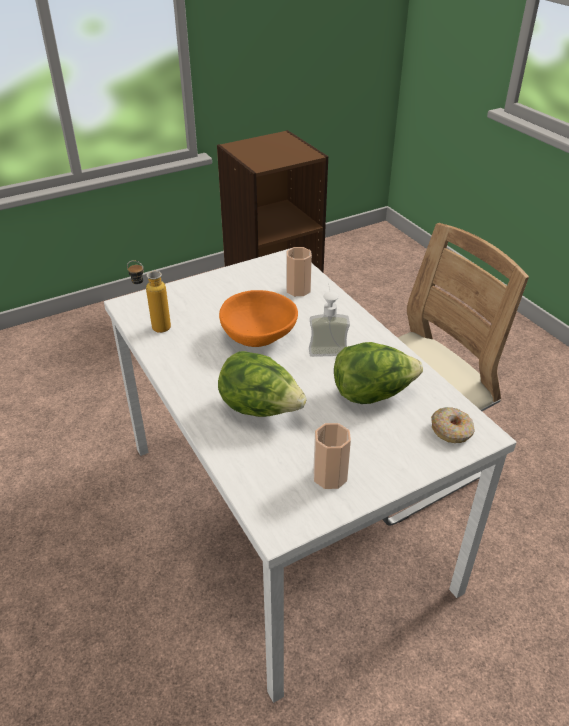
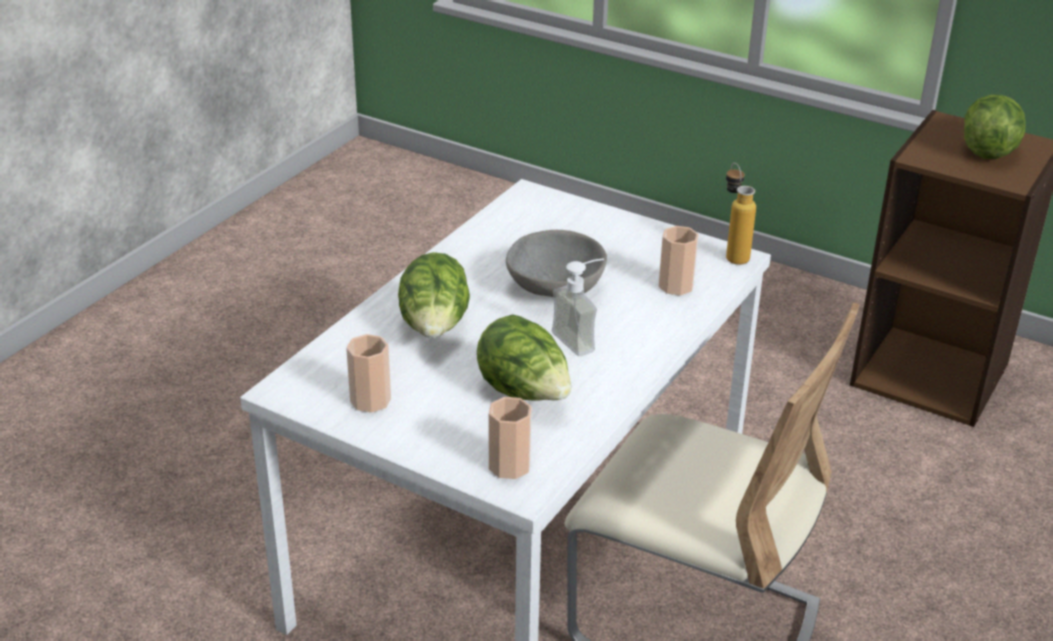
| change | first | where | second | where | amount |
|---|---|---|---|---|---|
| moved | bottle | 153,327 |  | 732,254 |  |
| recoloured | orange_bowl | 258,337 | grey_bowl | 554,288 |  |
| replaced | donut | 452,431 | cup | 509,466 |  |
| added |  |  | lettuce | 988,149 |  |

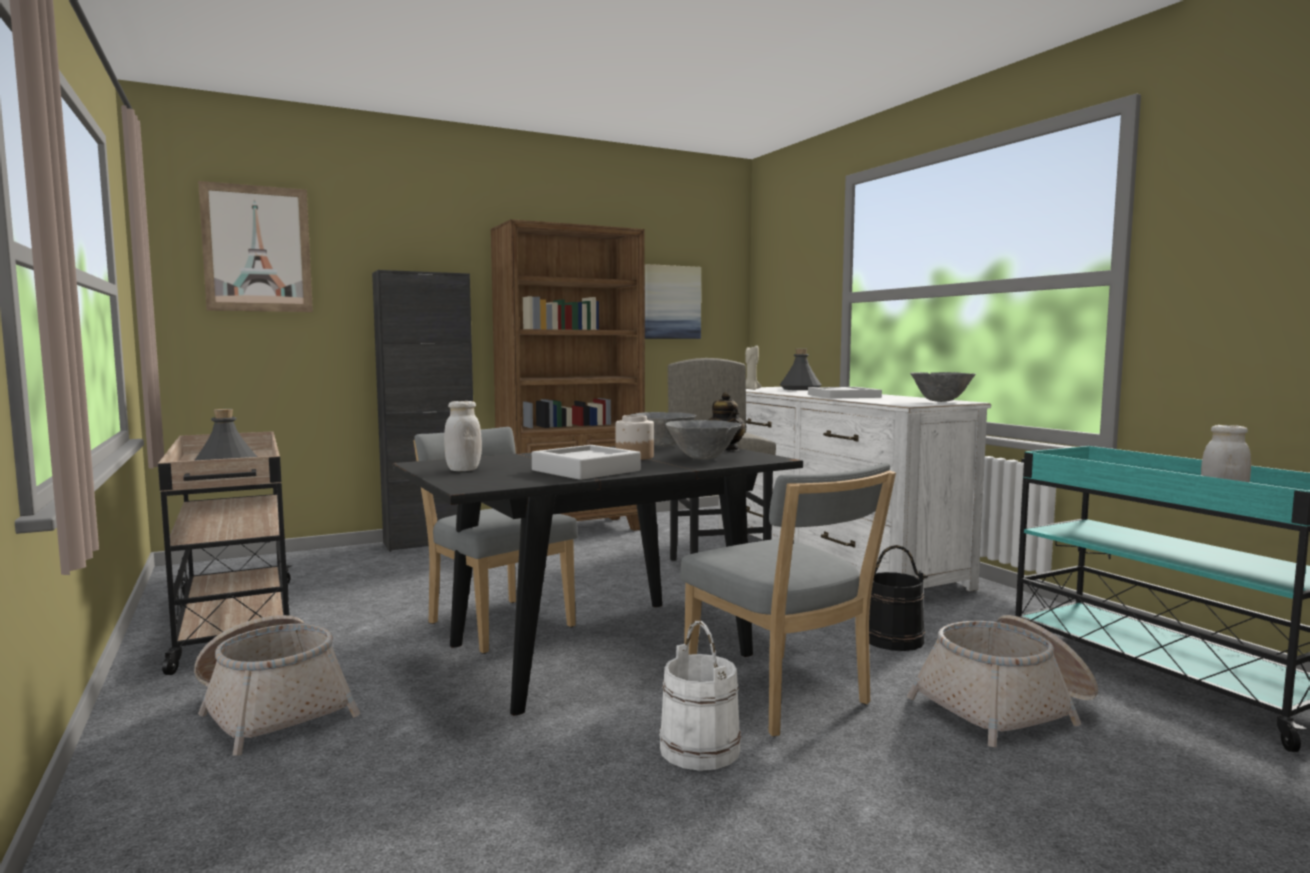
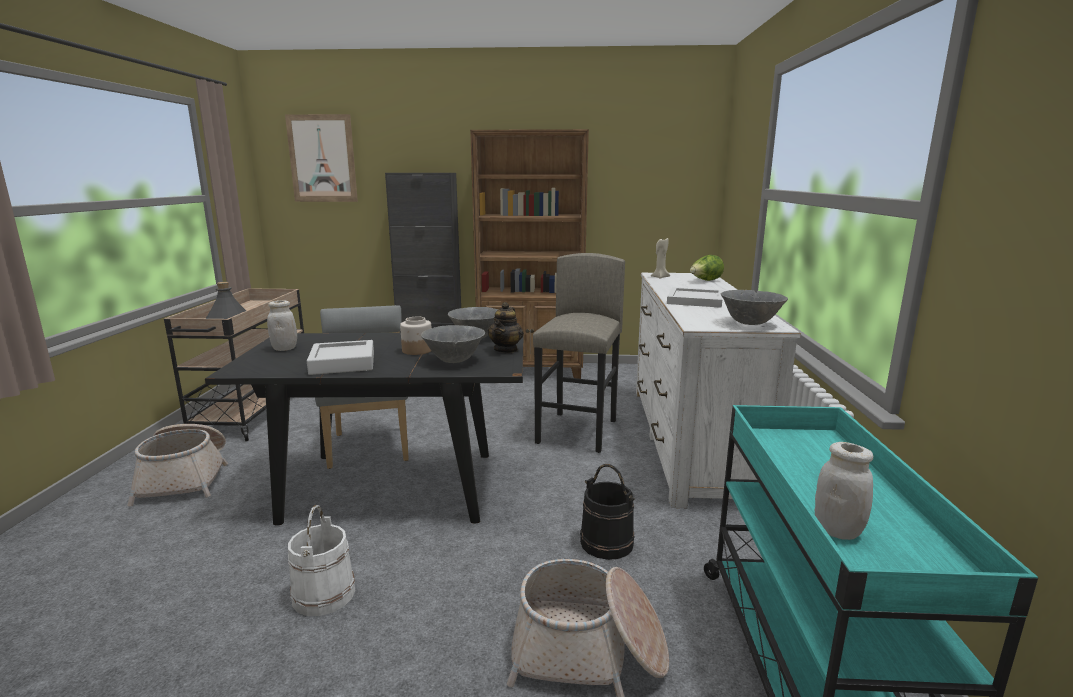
| change | first | where | second | where | amount |
|---|---|---|---|---|---|
| removed | picture | 672,302 |  |  |  |
| removed | grey_chair | 781,697 |  |  |  |
| replaced | grey_bottle | 800,389 | lettuce | 705,281 |  |

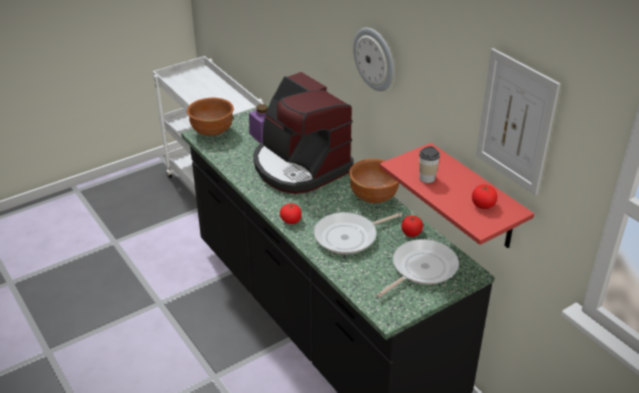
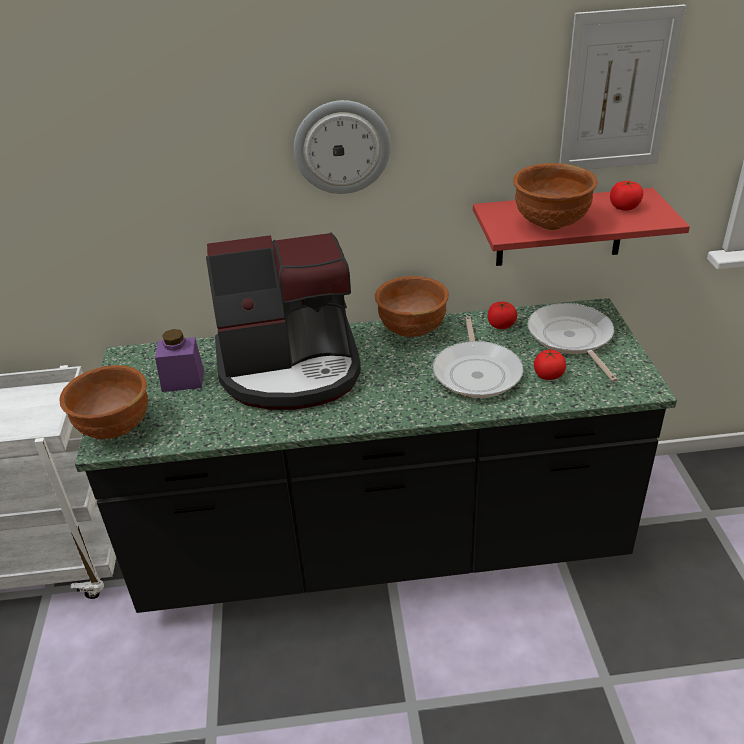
| change | first | where | second | where | amount |
|---|---|---|---|---|---|
| moved | tomato | 291,220 |  | 548,375 |  |
| replaced | cup | 427,178 | brown_bowl | 549,224 |  |

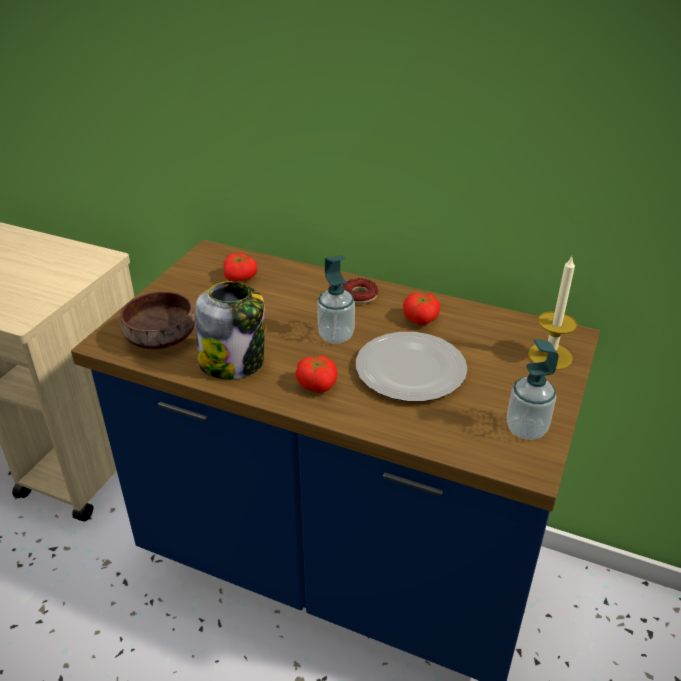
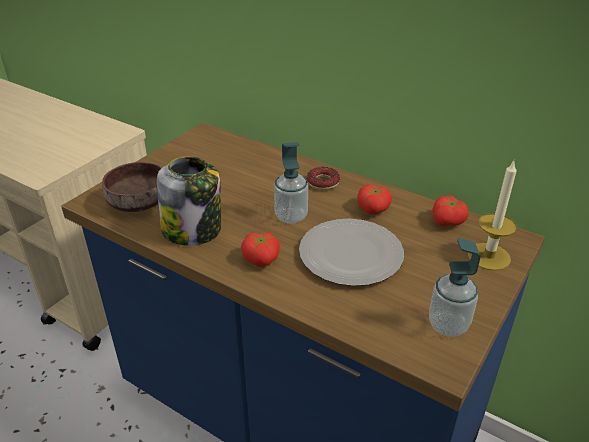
| change | first | where | second | where | amount |
|---|---|---|---|---|---|
| moved | tomato | 241,277 |  | 448,221 |  |

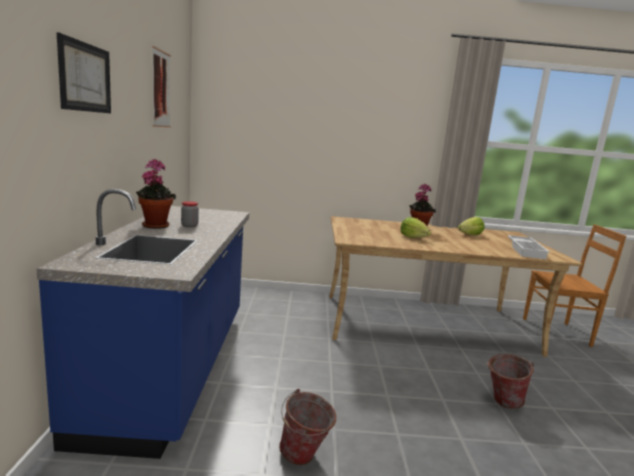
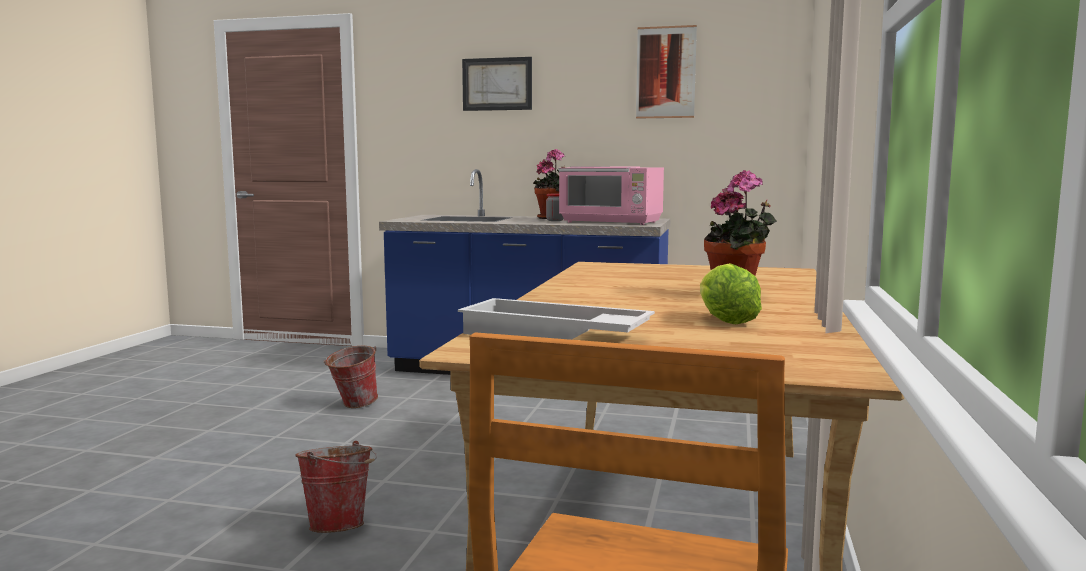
| change | first | where | second | where | amount |
|---|---|---|---|---|---|
| removed | lettuce | 413,237 |  |  |  |
| added |  |  | pink_microwave | 612,222 |  |

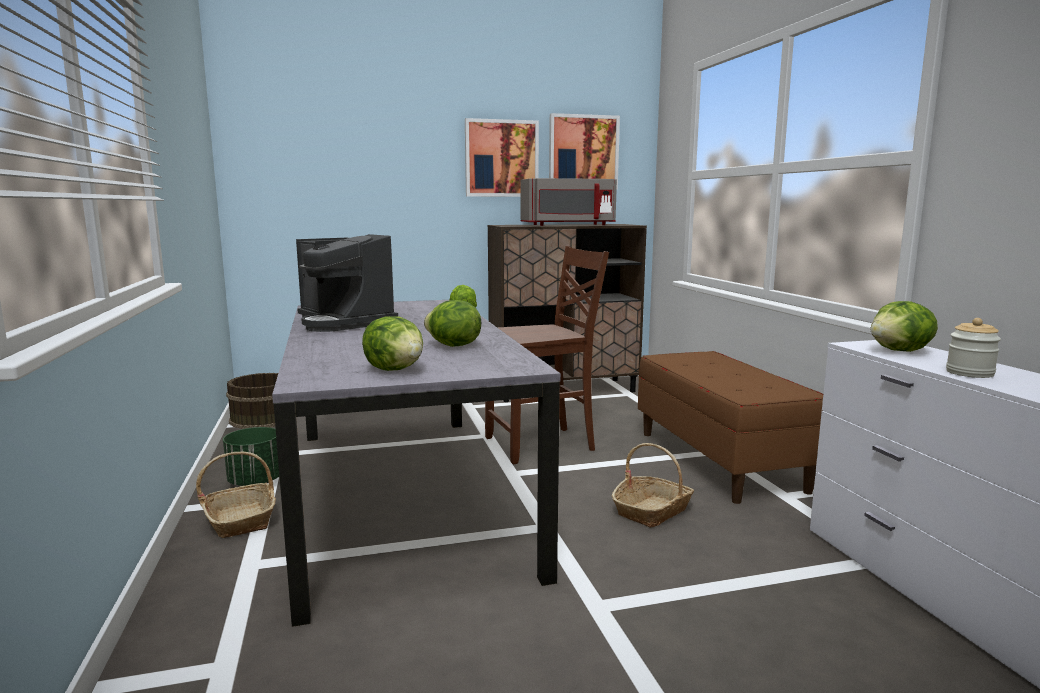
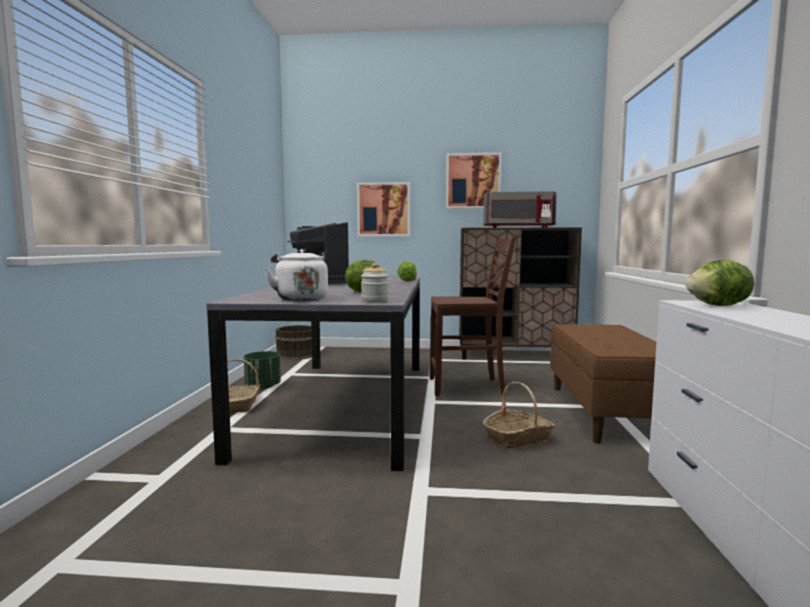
| change | first | where | second | where | amount |
|---|---|---|---|---|---|
| replaced | lettuce | 396,369 | white_kettle | 300,299 |  |
| moved | picture | 583,152 |  | 383,209 |  |
| moved | jar | 969,373 |  | 374,300 |  |

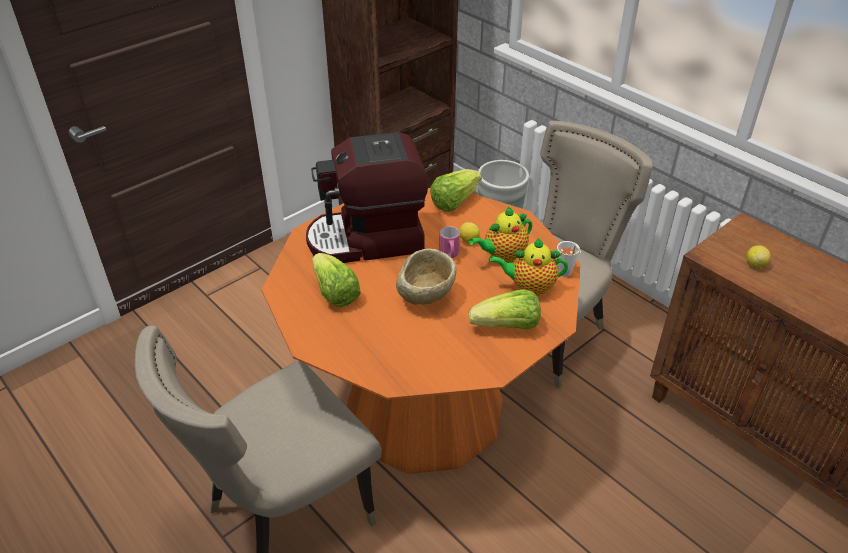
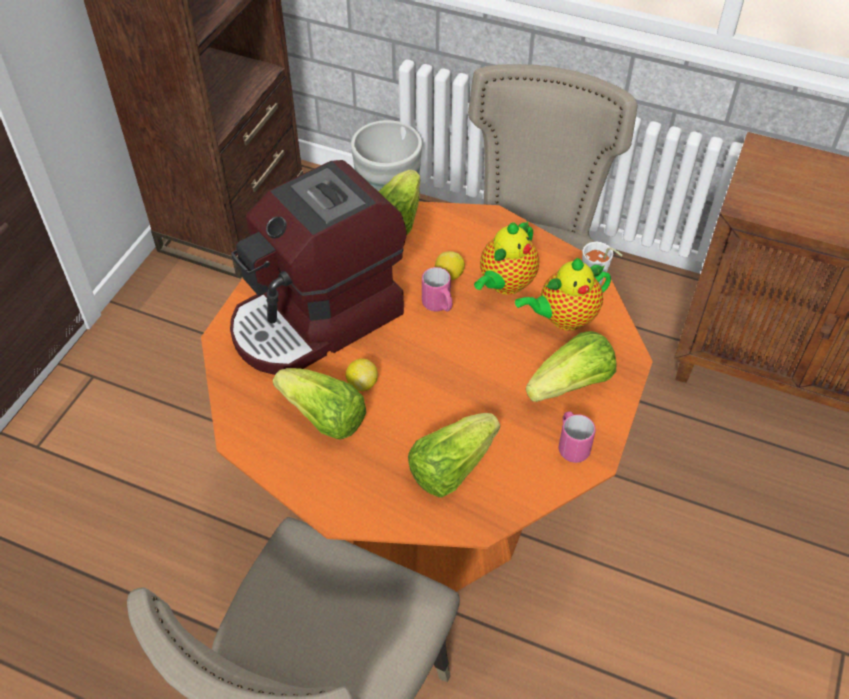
| change | first | where | second | where | amount |
|---|---|---|---|---|---|
| removed | beige_bowl | 426,297 |  |  |  |
| moved | lemon | 755,264 |  | 362,384 |  |
| added |  |  | lettuce | 451,467 |  |
| added |  |  | pink_mug | 571,445 |  |

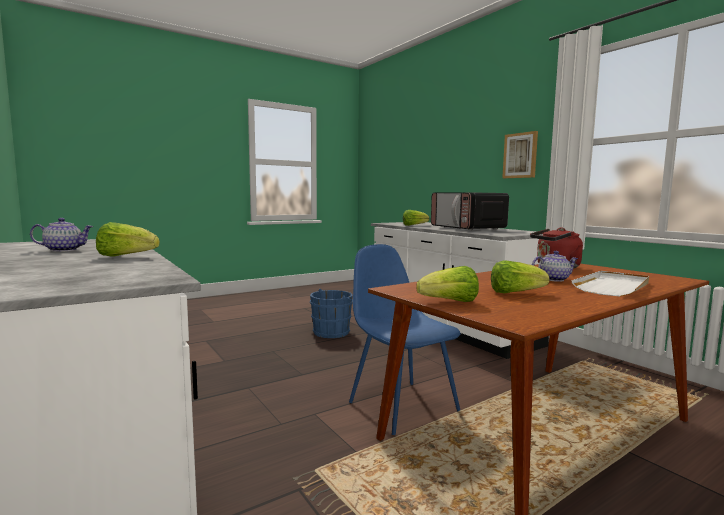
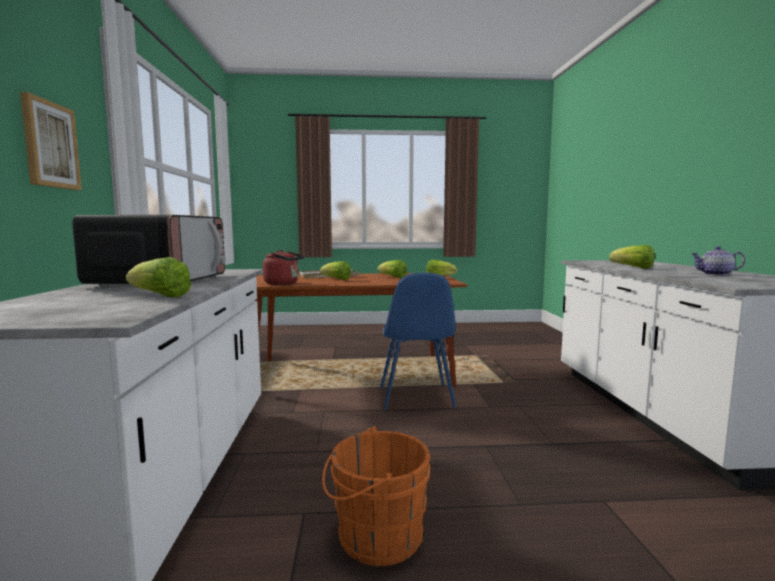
| change | first | where | second | where | amount |
|---|---|---|---|---|---|
| recoloured | blue_bucket | 333,332 | orange_bucket | 375,537 |  |
| replaced | teapot | 553,279 | lettuce | 336,279 |  |

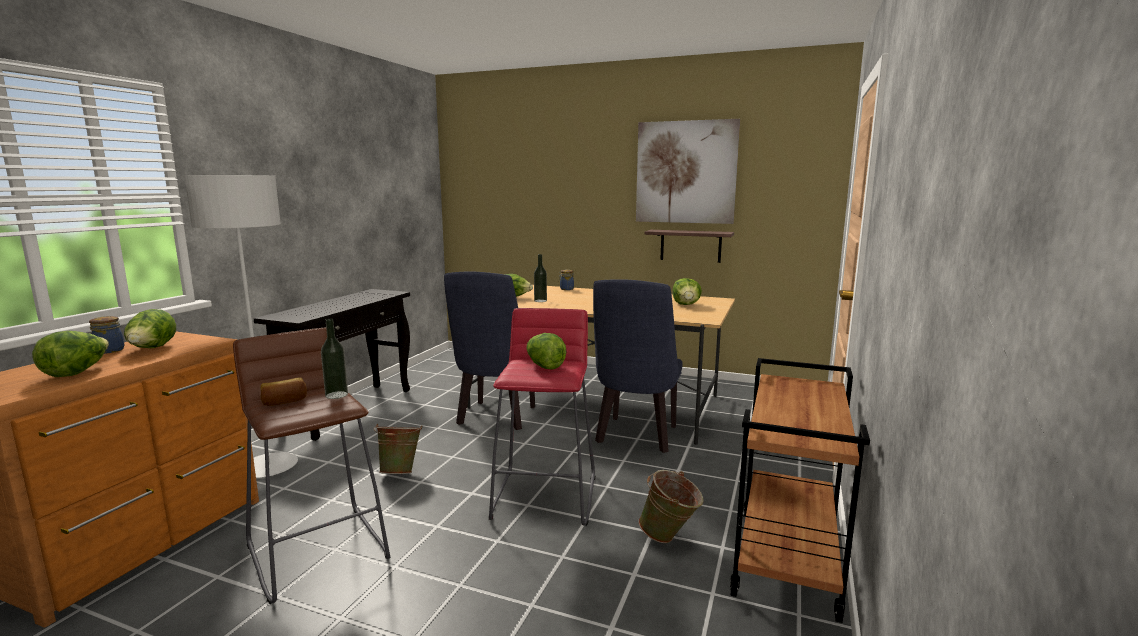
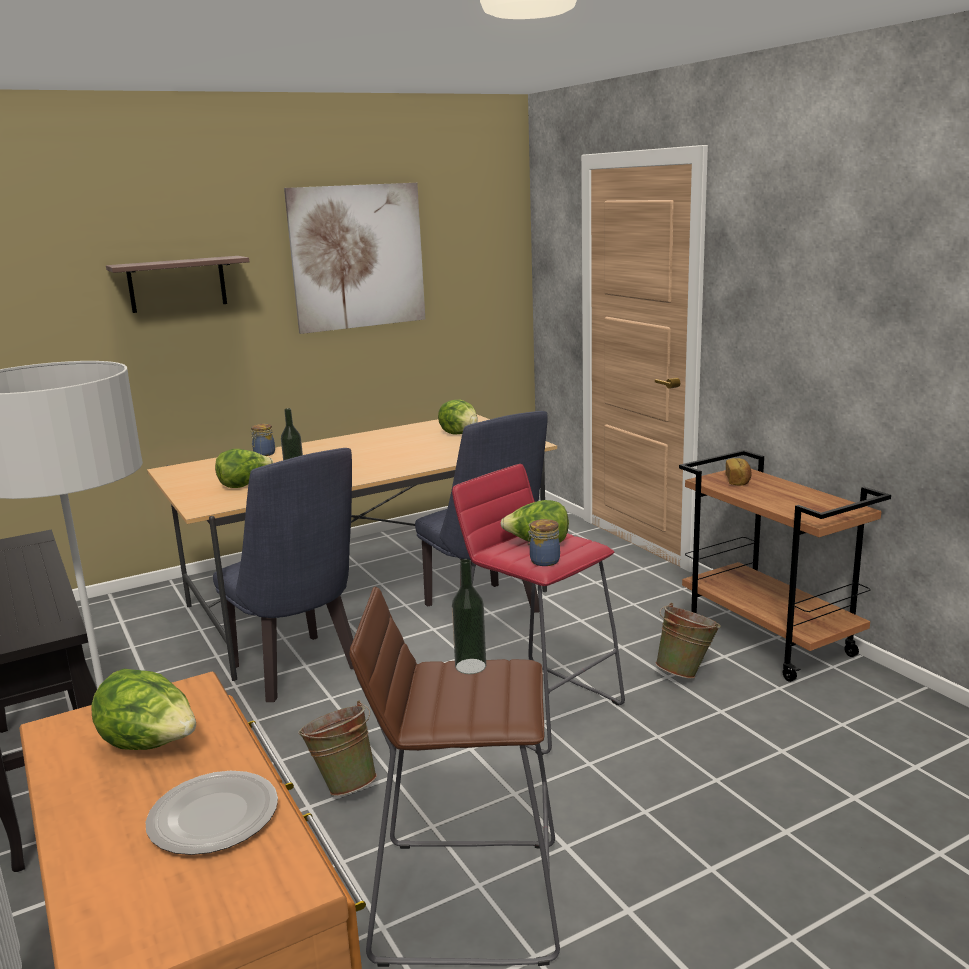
| change | first | where | second | where | amount |
|---|---|---|---|---|---|
| replaced | lettuce | 77,372 | plate | 213,818 |  |
| moved | jar | 110,350 |  | 543,561 |  |
| moved | bread | 284,402 |  | 738,481 |  |
| moved | shelf | 690,246 |  | 177,284 |  |

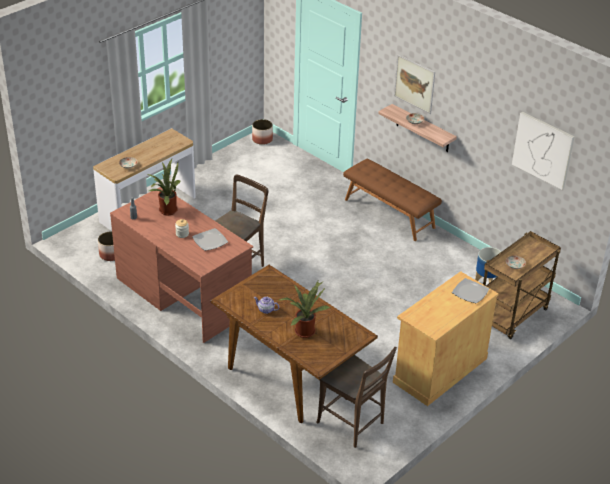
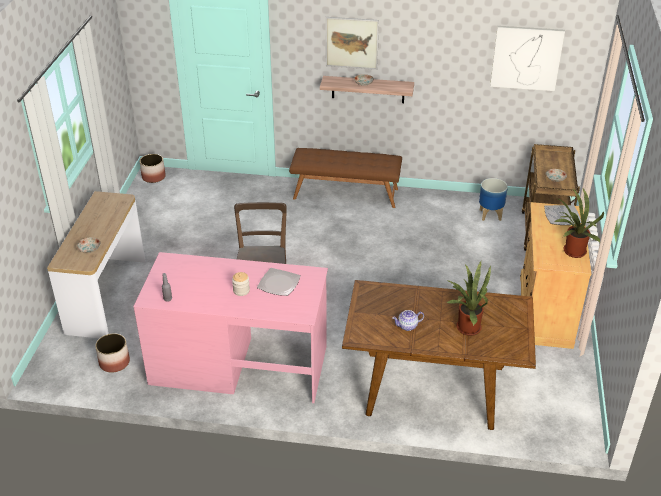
| change | first | where | second | where | amount |
|---|---|---|---|---|---|
| recoloured | brown_desk | 183,294 | pink_desk | 239,364 |  |
| moved | potted_plant | 166,210 |  | 572,252 |  |
| removed | brown_chair | 353,424 |  |  |  |

